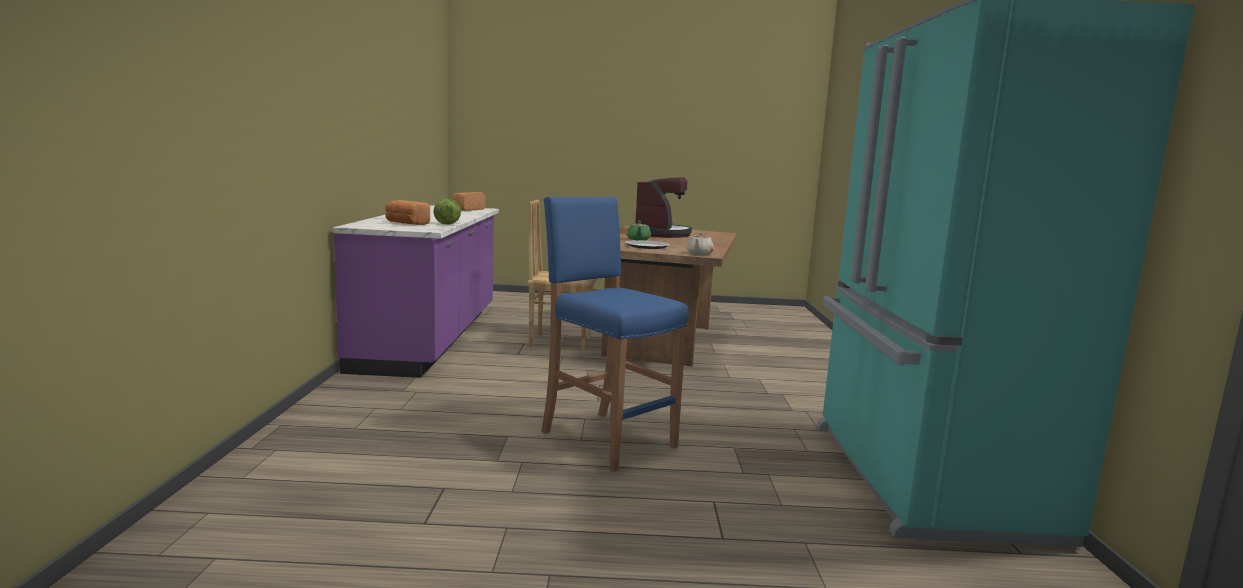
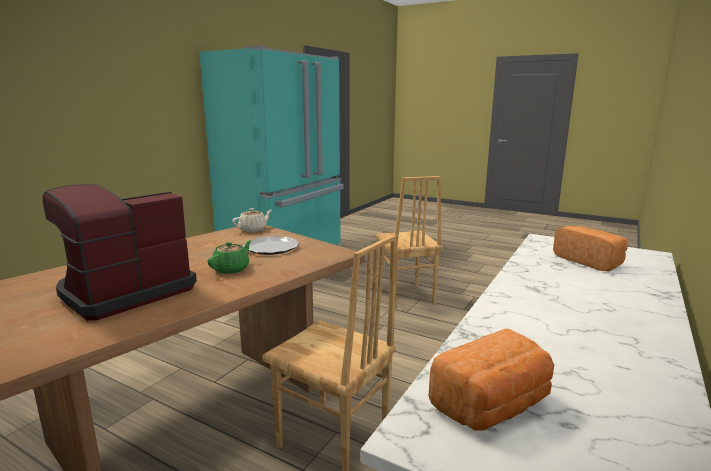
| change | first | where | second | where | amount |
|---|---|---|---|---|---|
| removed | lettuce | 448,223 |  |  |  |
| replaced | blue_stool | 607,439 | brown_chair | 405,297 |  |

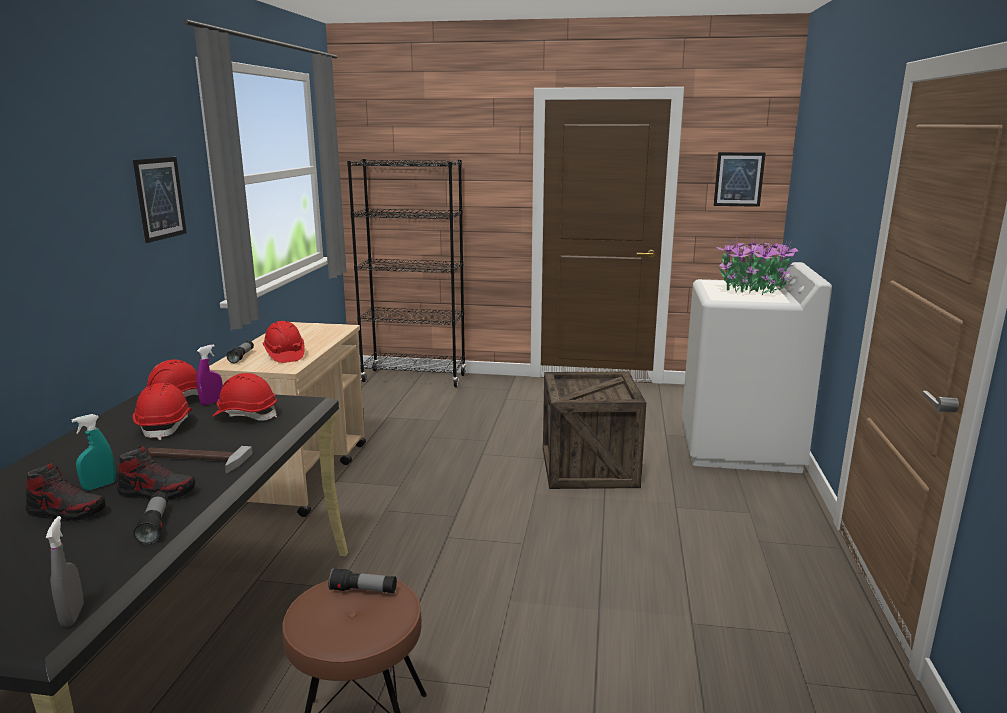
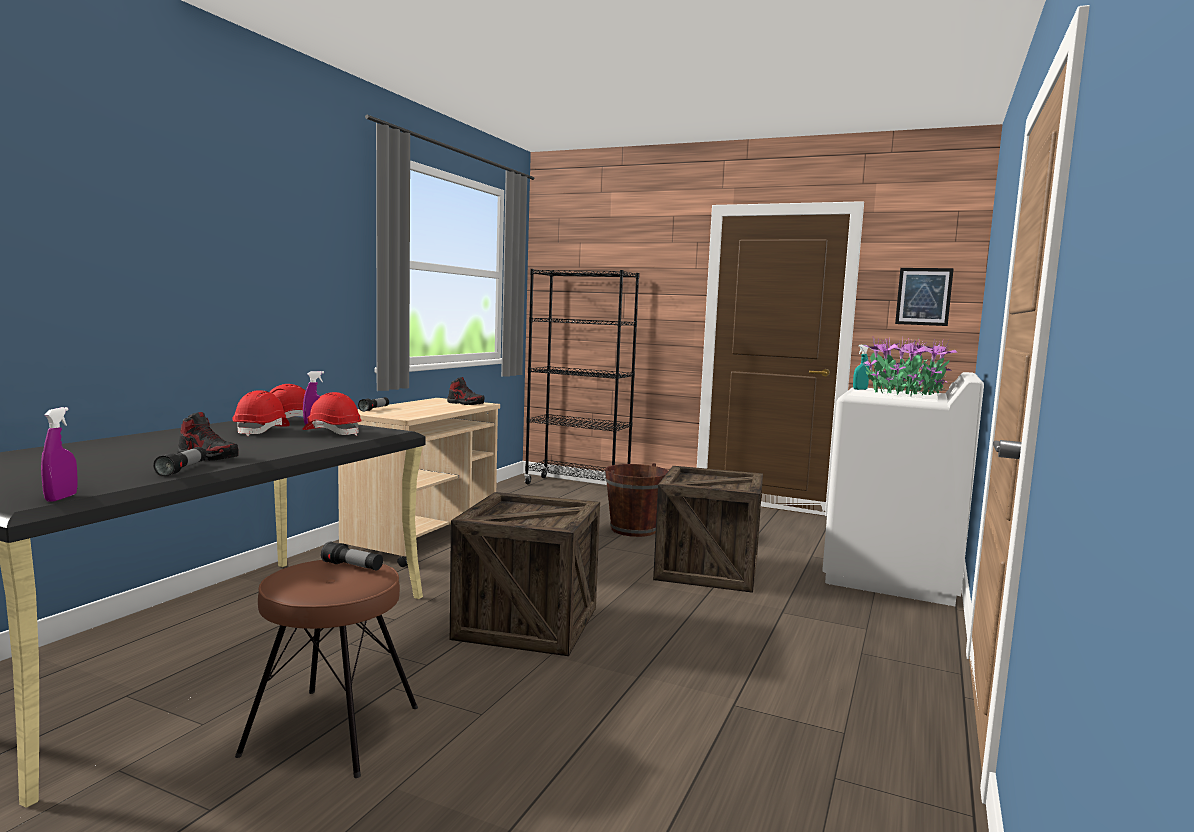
| change | first | where | second | where | amount |
|---|---|---|---|---|---|
| moved | shoe | 67,512 |  | 465,403 |  |
| recoloured | grey_spray_bottle | 72,615 | purple_spray_bottle | 61,498 |  |
| moved | turquoise_spray_bottle | 99,486 |  | 860,389 |  |
| removed | picture | 160,198 |  |  |  |
| removed | hammer | 193,460 |  |  |  |
| removed | red_hard_hat | 284,355 |  |  |  |
| added |  |  | crate | 527,623 |  |
| added |  |  | brown_bucket | 634,529 |  |

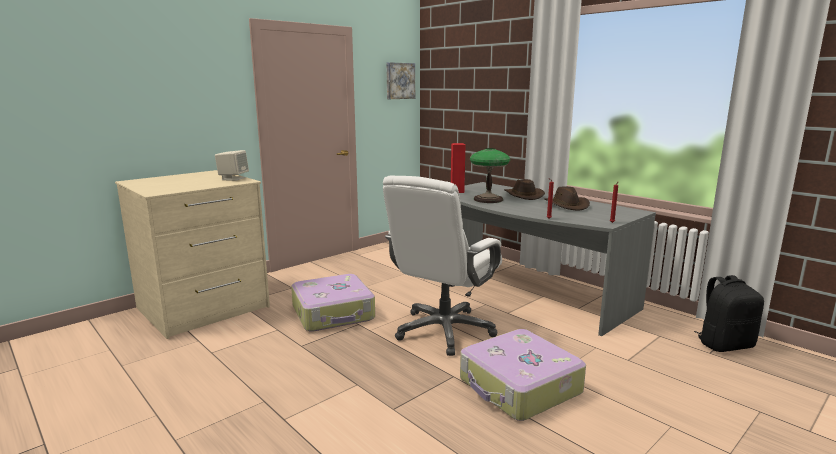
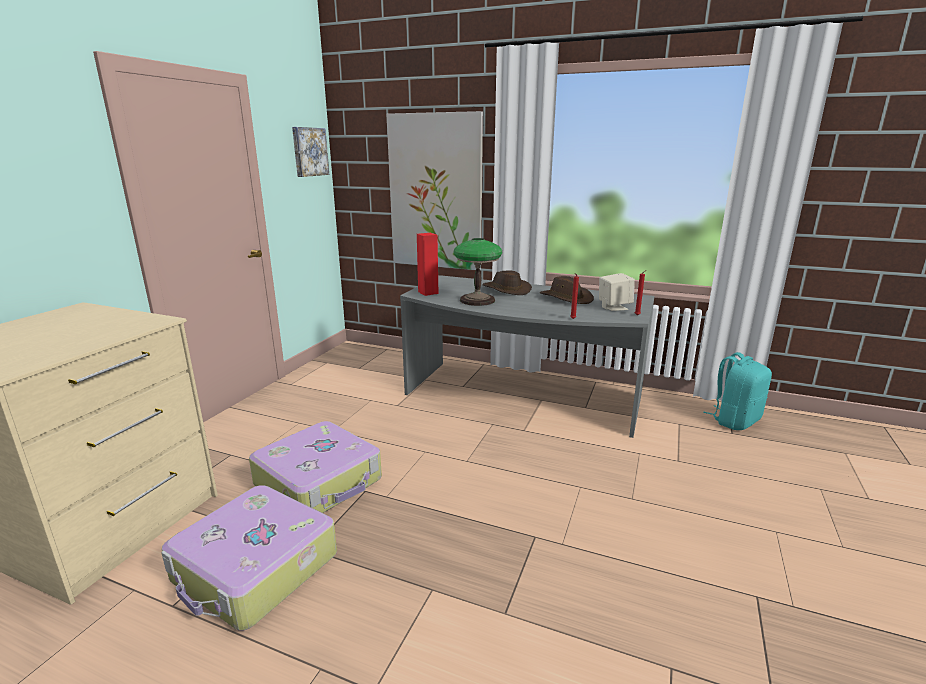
| change | first | where | second | where | amount |
|---|---|---|---|---|---|
| moved | beige_speaker | 233,178 |  | 614,307 |  |
| removed | white_office_chair | 444,331 |  |  |  |
| moved | suitcase | 519,387 |  | 255,569 |  |
| recoloured | black_backpack | 724,345 | turquoise_backpack | 734,420 |  |
| added |  |  | picture | 435,192 |  |

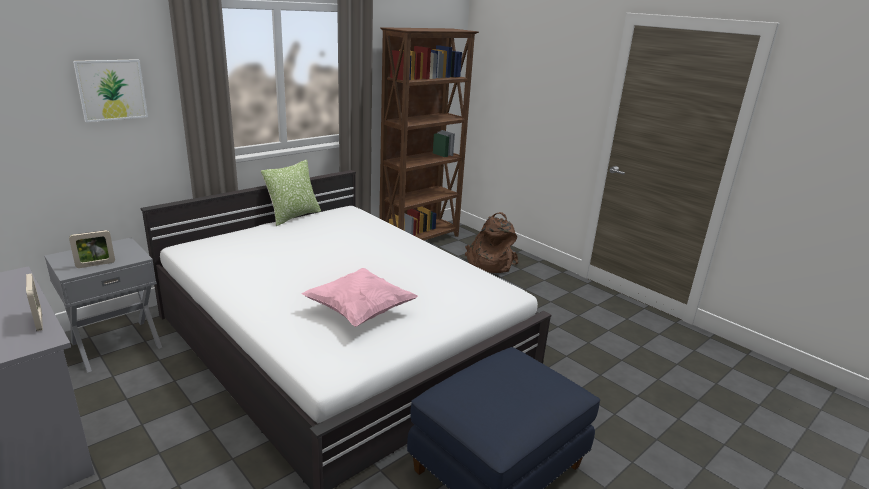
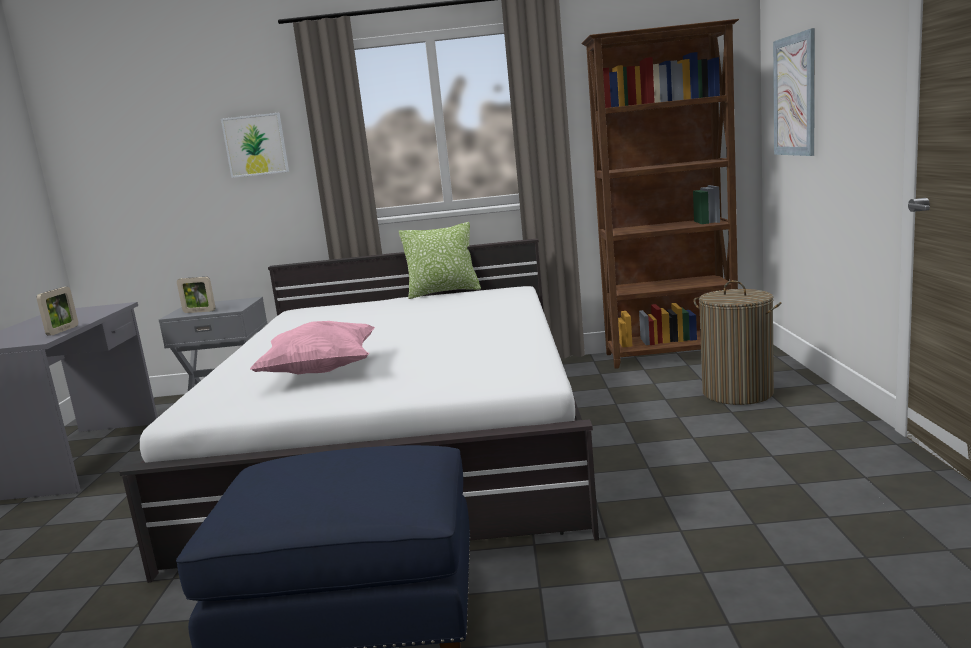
| change | first | where | second | where | amount |
|---|---|---|---|---|---|
| replaced | brown_backpack | 489,263 | laundry_basket | 737,393 |  |
| added |  |  | picture | 794,96 |  |

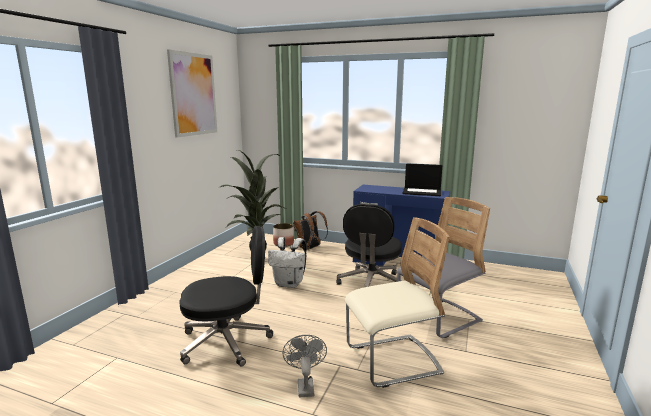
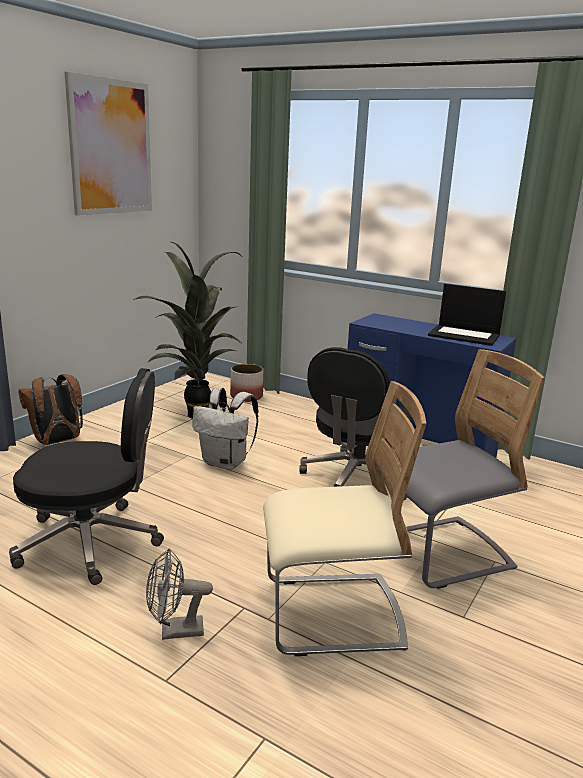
| change | first | where | second | where | amount |
|---|---|---|---|---|---|
| turned | grey_fan | 305,385 |  | 175,631 | 105 degrees counterclockwise |
| moved | brown_backpack | 310,248 |  | 57,442 |  |

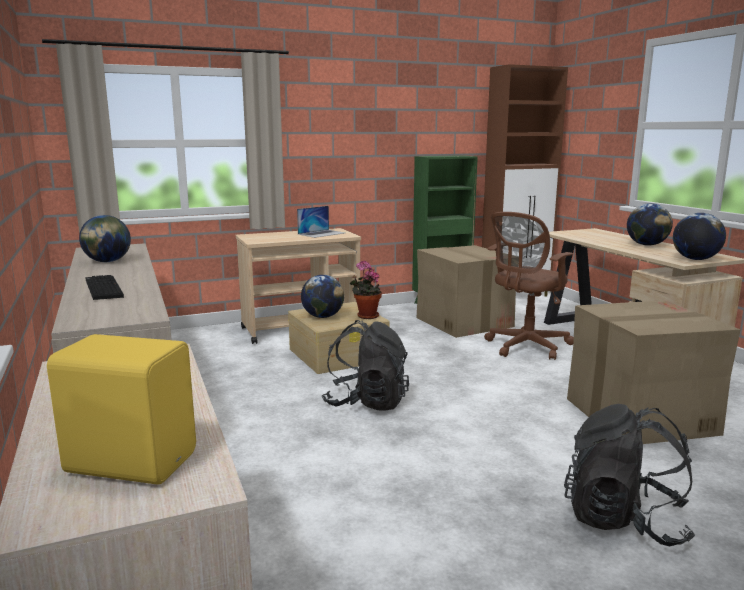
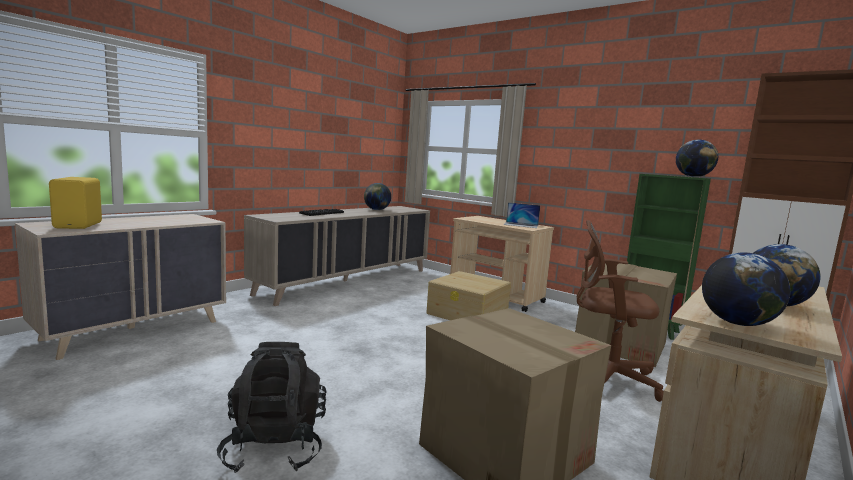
| change | first | where | second | where | amount |
|---|---|---|---|---|---|
| moved | globe | 323,316 |  | 693,177 |  |
| removed | black_backpack | 366,402 |  |  |  |
| removed | potted_plant | 366,316 |  |  |  |

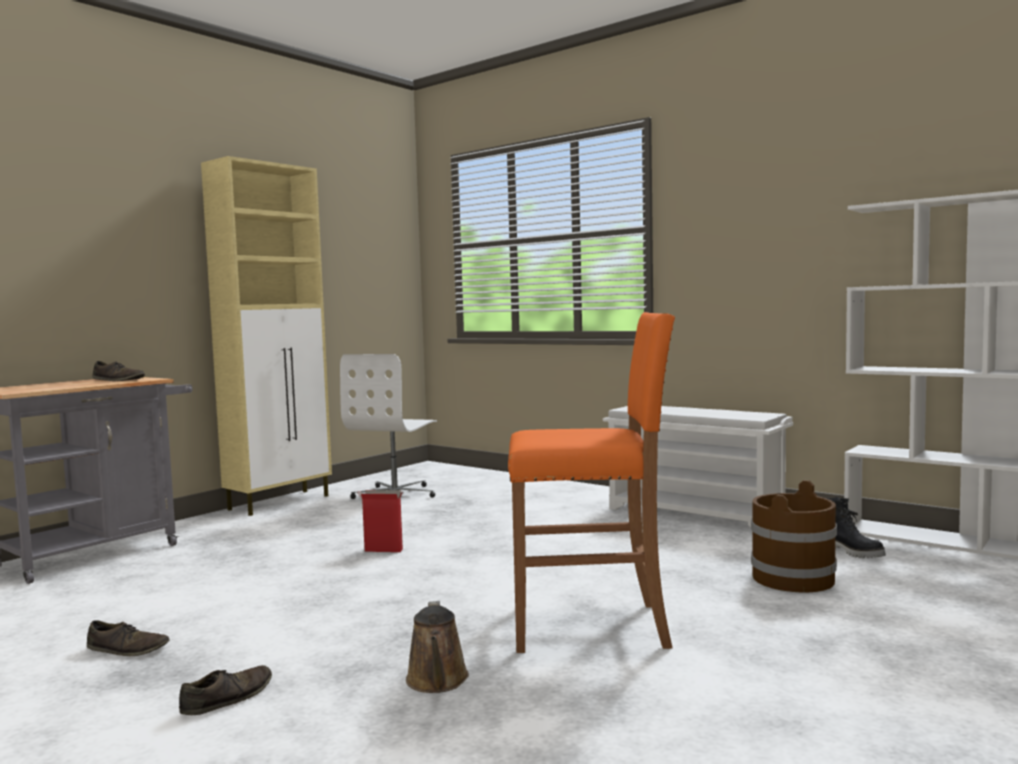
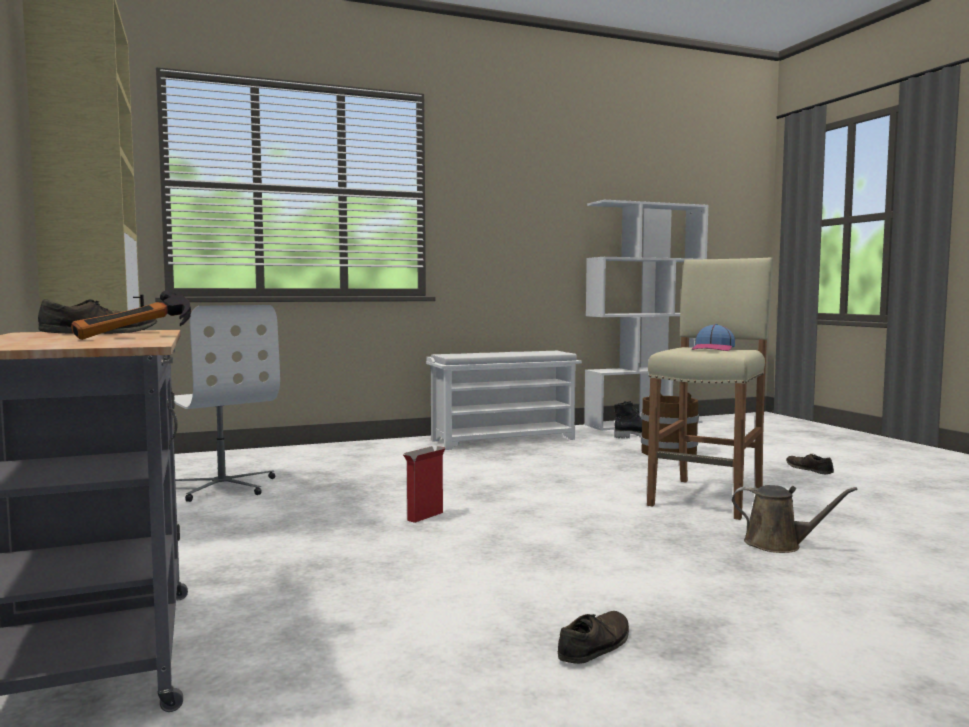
| change | first | where | second | where | amount |
|---|---|---|---|---|---|
| moved | brown_shoe | 228,698 |  | 809,469 |  |
| recoloured | orange_stool | 591,627 | beige_stool | 708,498 |  |
| added |  |  | hammer | 138,337 |  |
| added |  |  | cap | 713,349 |  |

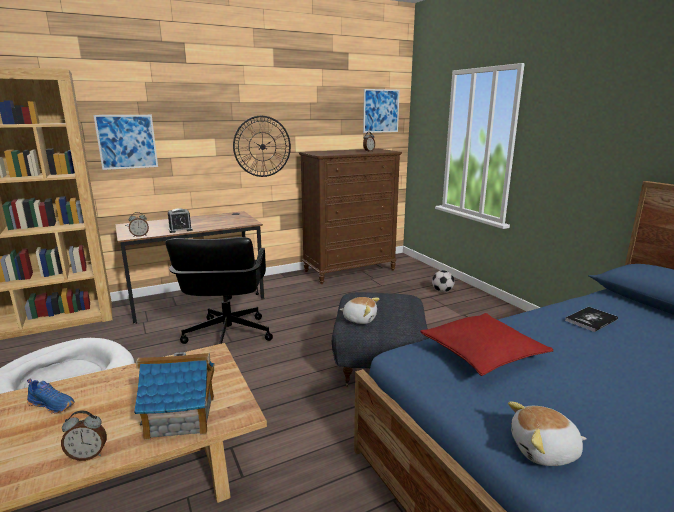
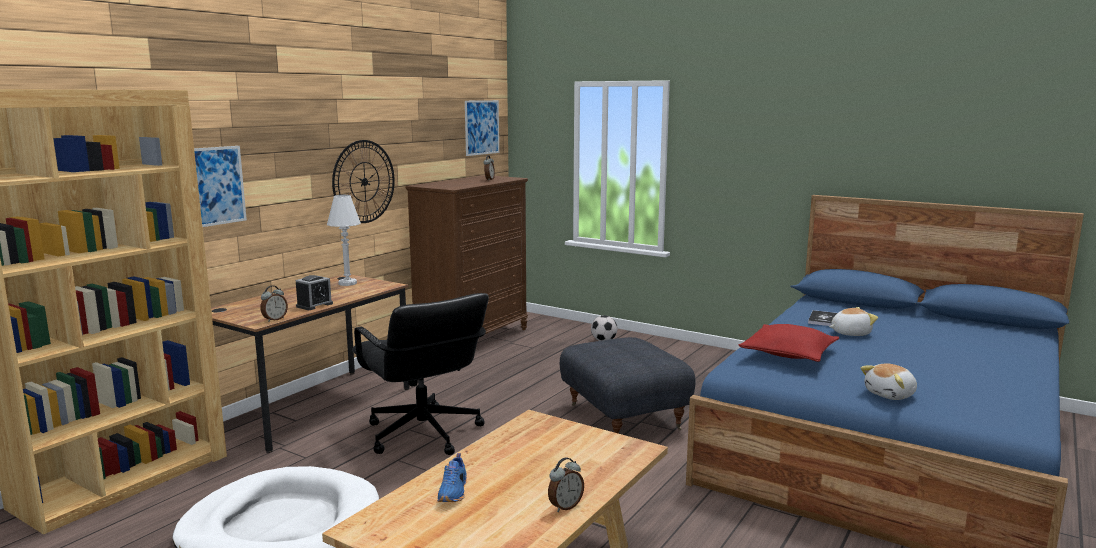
| change | first | where | second | where | amount |
|---|---|---|---|---|---|
| turned | blue_shoe | 53,404 |  | 454,492 | 105 degrees clockwise |
| removed | toy_house | 181,417 |  |  |  |
| moved | plush_toy | 359,319 |  | 850,333 |  |
| added |  |  | white_table_lamp | 347,283 |  |

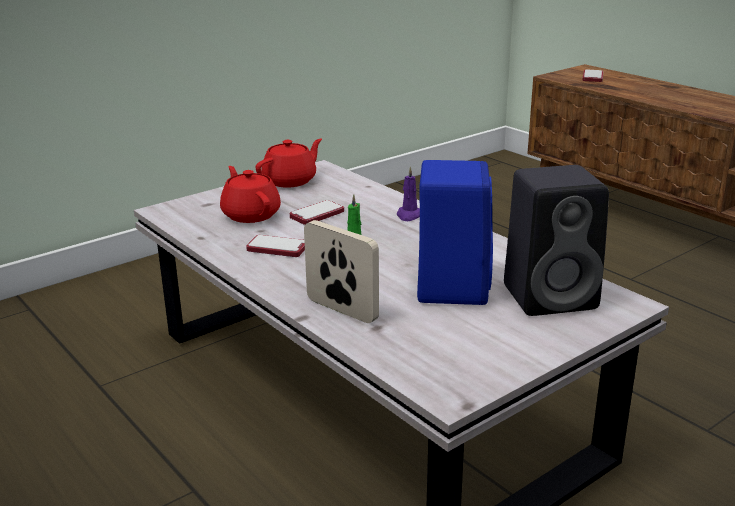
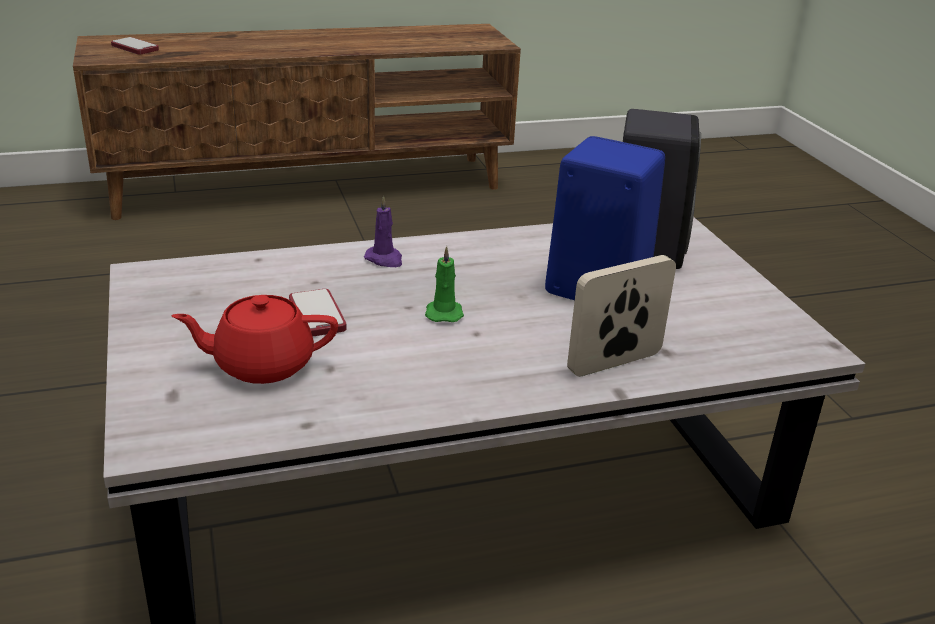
| change | first | where | second | where | amount |
|---|---|---|---|---|---|
| removed | phone | 277,248 |  |  |  |
| removed | red_teapot | 290,181 |  |  |  |

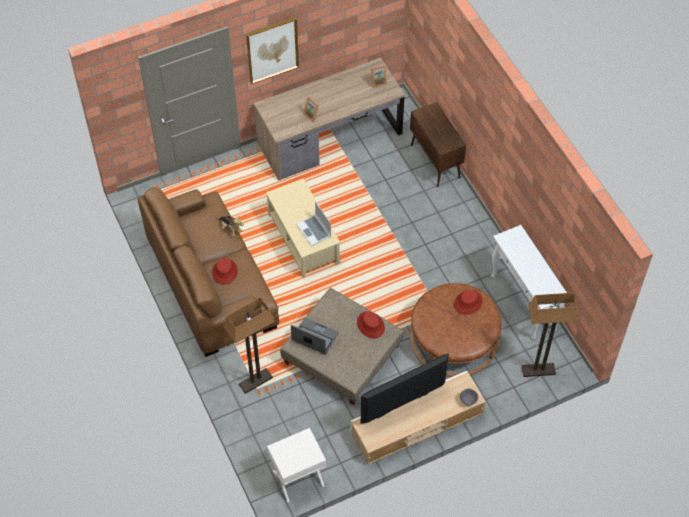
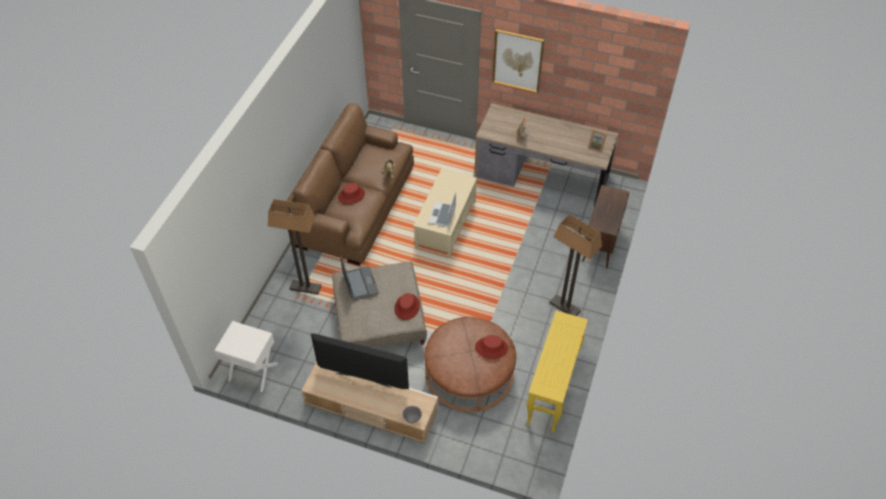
| change | first | where | second | where | amount |
|---|---|---|---|---|---|
| recoloured | white_console_table | 523,303 | yellow_console_table | 552,392 |  |
| moved | floor_lamp | 538,371 |  | 564,307 |  |

